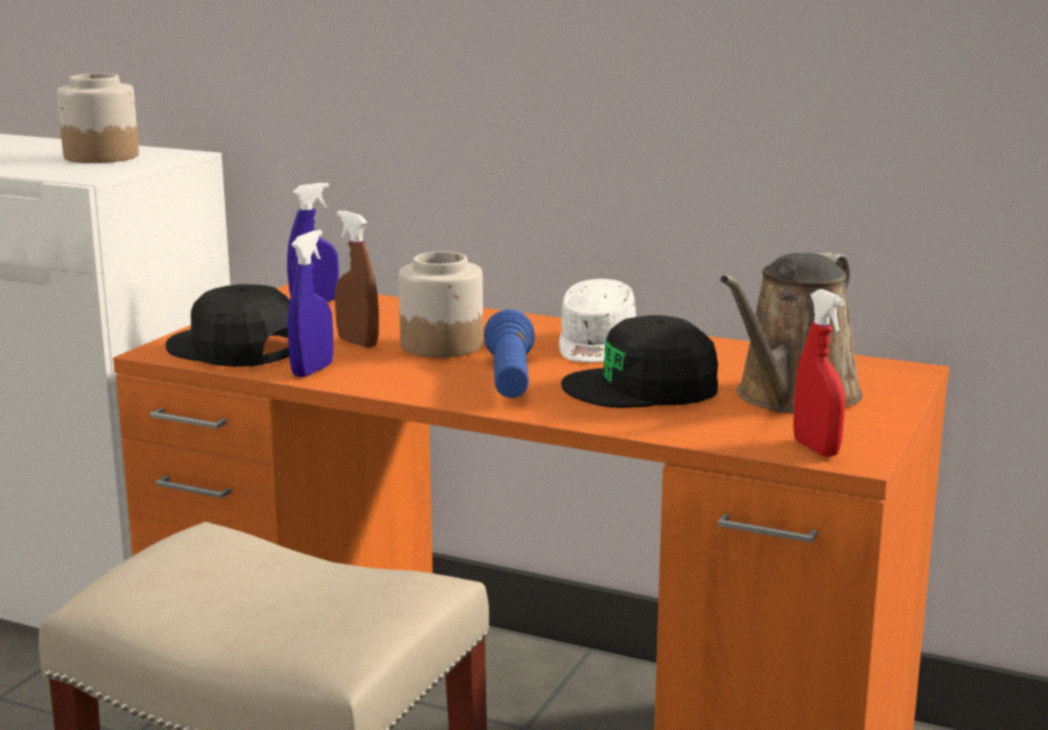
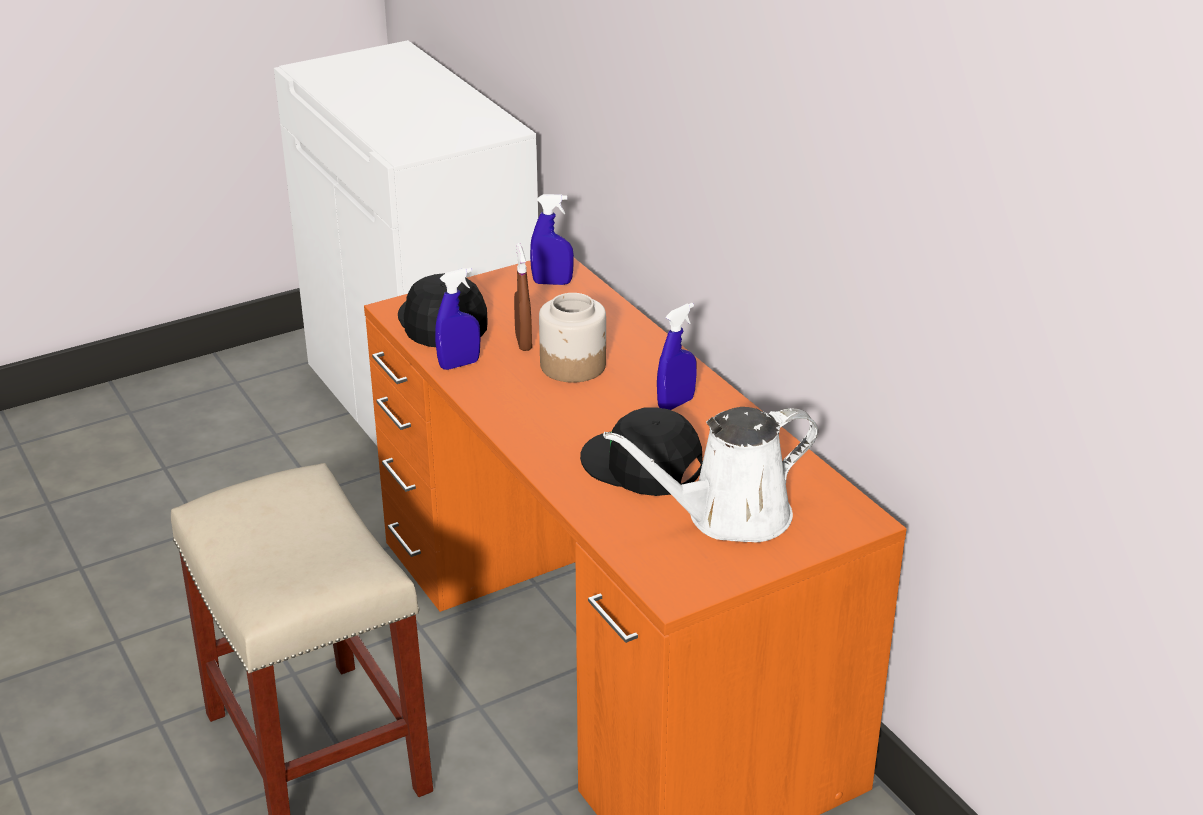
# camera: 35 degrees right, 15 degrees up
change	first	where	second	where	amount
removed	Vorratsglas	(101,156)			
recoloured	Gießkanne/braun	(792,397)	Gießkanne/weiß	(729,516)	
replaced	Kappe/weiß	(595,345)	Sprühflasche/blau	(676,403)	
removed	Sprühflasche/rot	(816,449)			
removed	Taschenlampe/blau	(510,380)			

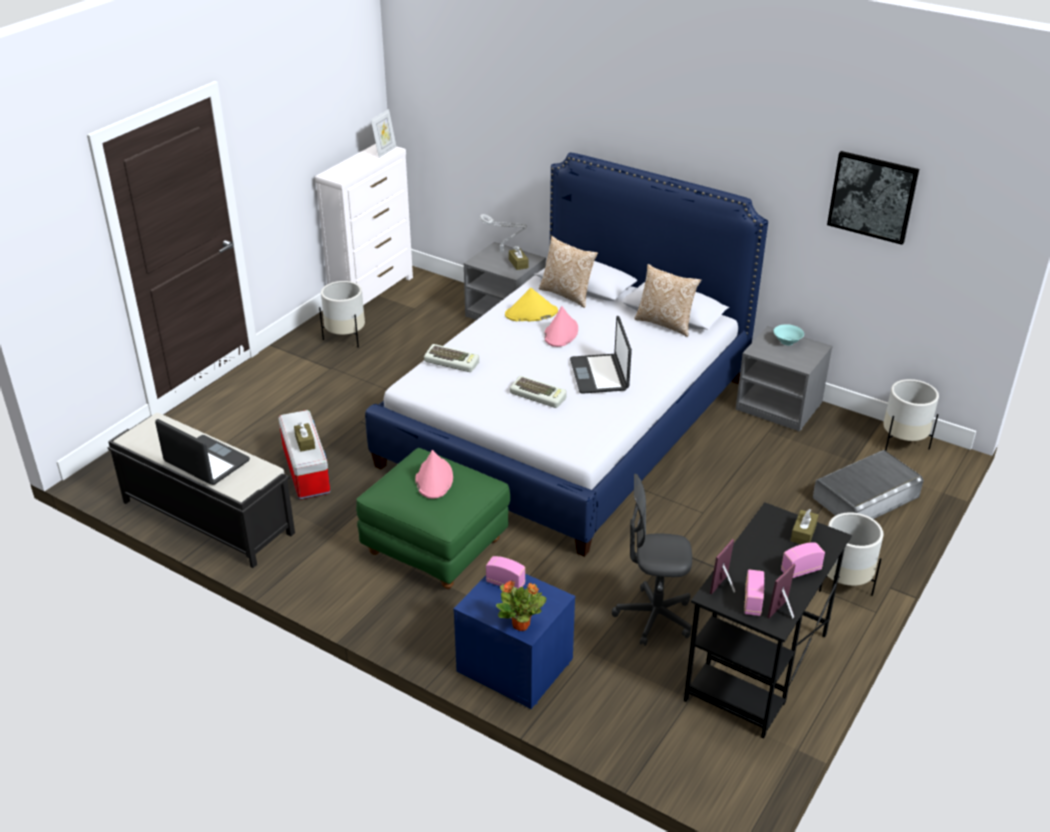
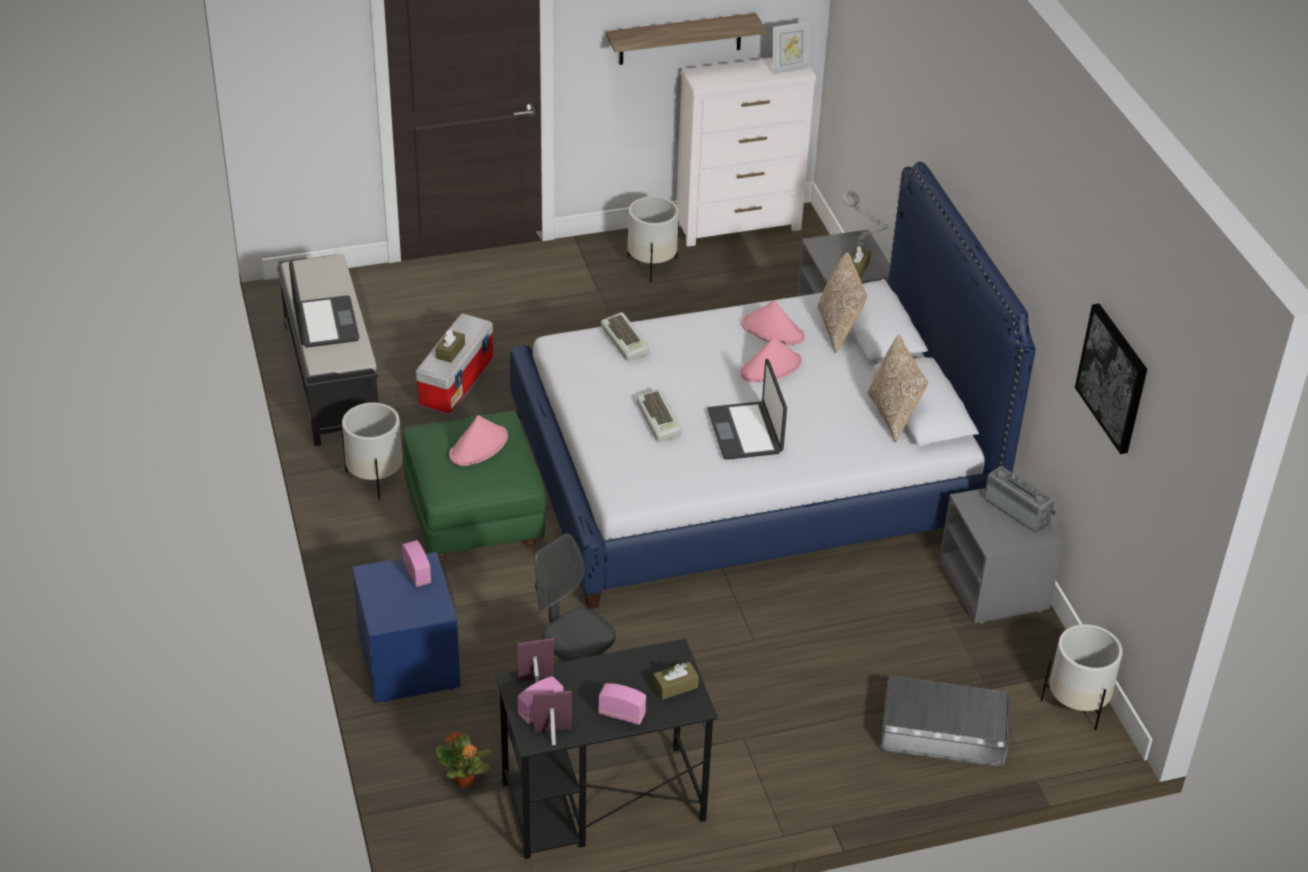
# camera: 40 degrees right, 5 degrees up
change	first	where	second	where	amount
recoloured	Hut/gelb	(531,313)	Hut/rosa	(772,330)	
turned	Laptop	(600,375)		(746,432)	45 degrees counterclockwise
replaced	Schüssel/türkis	(787,341)	Radio	(1019,510)	
moved	Pflanzkübel/weiß	(844,583)		(375,478)	
moved	Topfpflanze	(521,625)		(465,781)	
added			Wandregal	(680,39)	

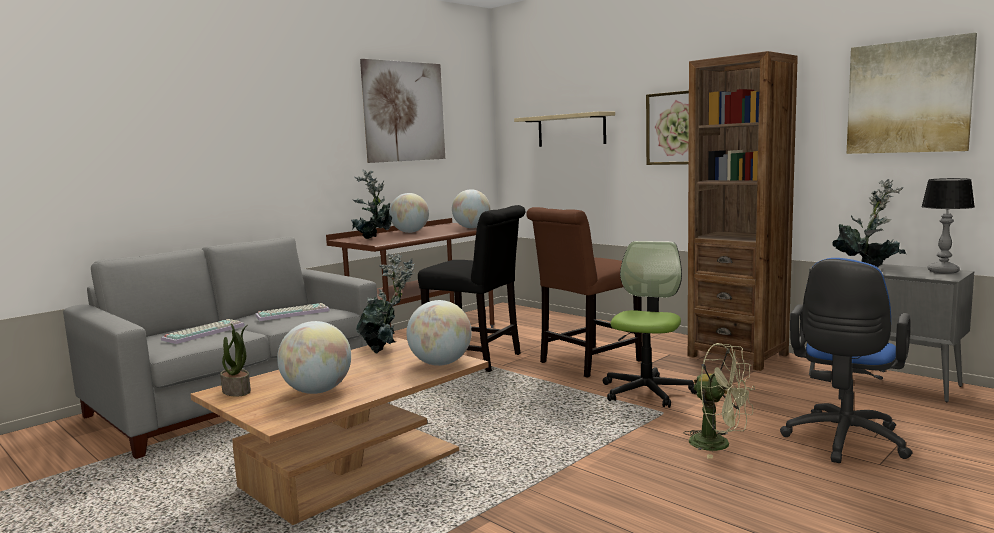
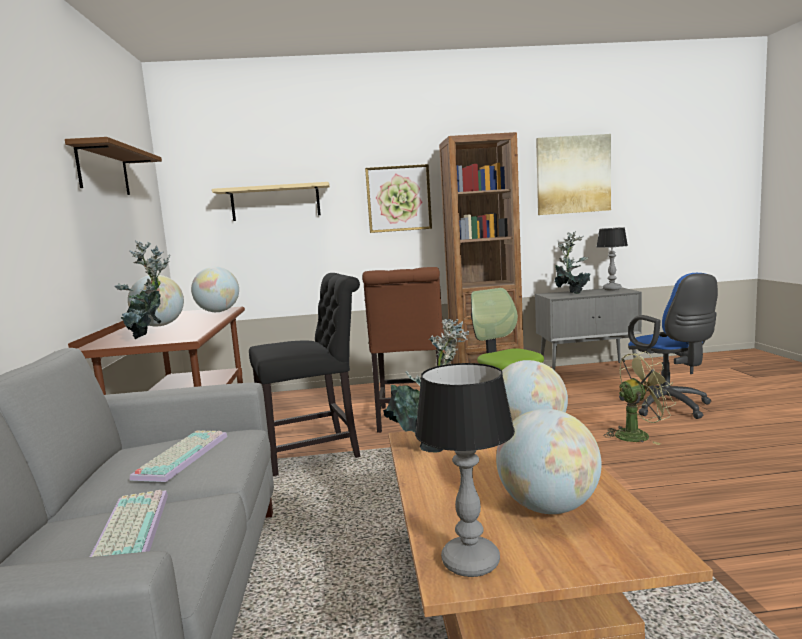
# camera: 50 degrees left, 0 degrees up
change	first	where	second	where	amount
replaced	Bild	(404,111)	Wandregal/braun	(103,171)	
replaced	Topfpflanze	(237,391)	Tischlampe	(471,561)	

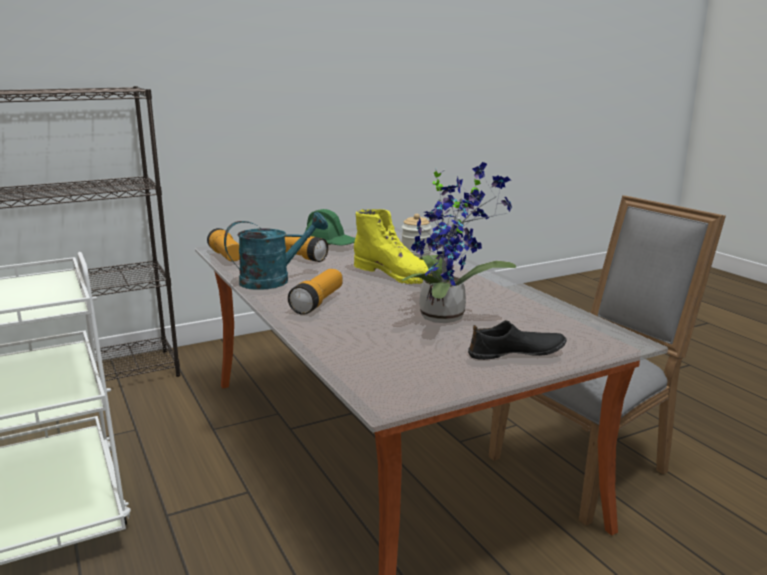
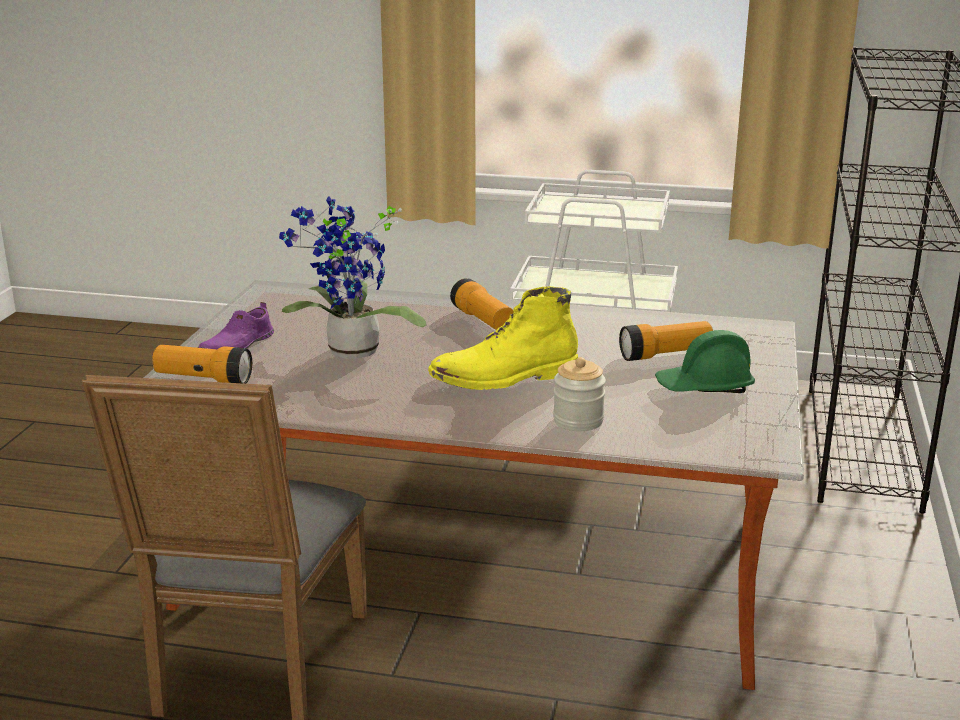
# camera: 130 degrees right, 5 degrees up
change	first	where	second	where	amount
removed	Gießkanne/türkis	(274,280)			
moved	Taschenlampe	(226,257)		(204,379)	
recoloured	Schuh/schwarz	(516,353)	Schuh/lila	(236,346)	

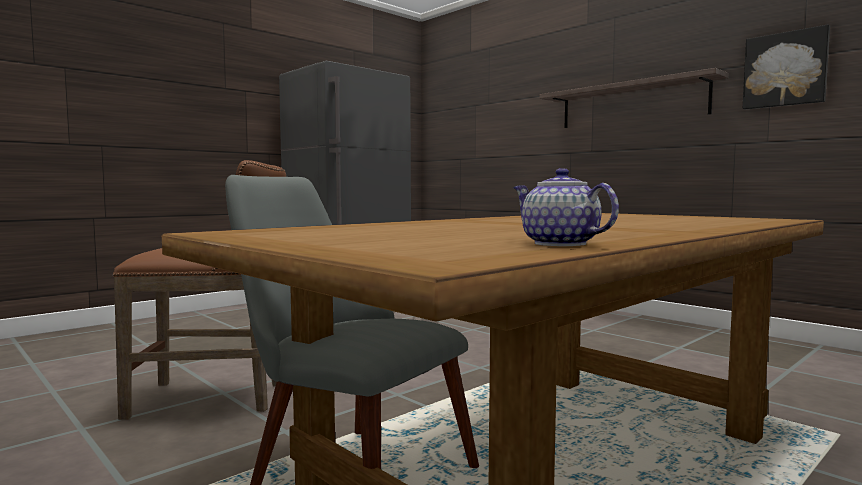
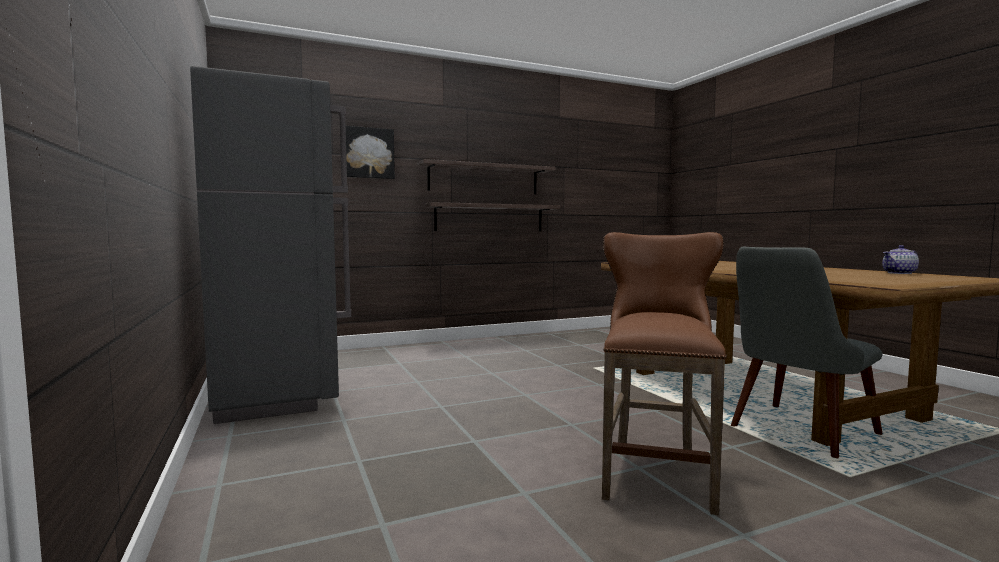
# camera: 70 degrees left, 0 degrees up
change	first	where	second	where	amount
moved	Bild	(785,69)		(368,153)	
added			Wandregal	(489,218)	

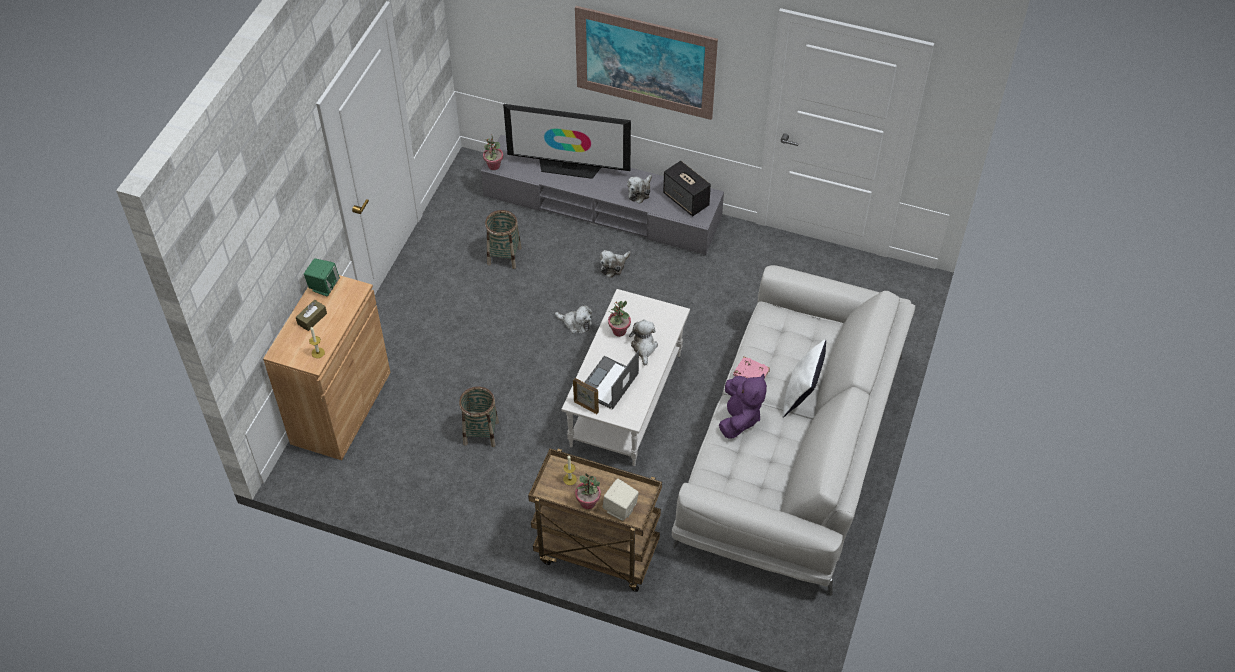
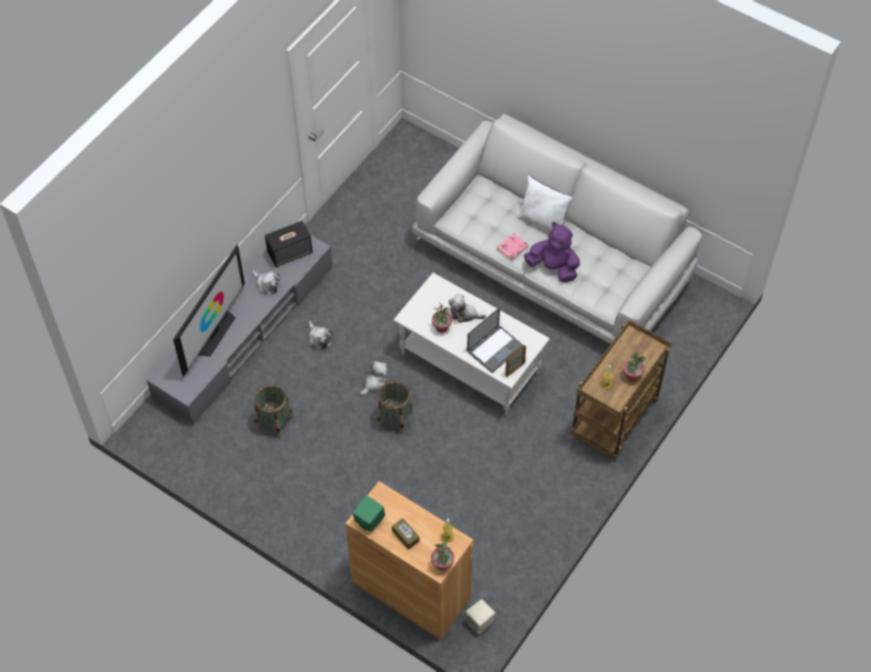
# camera: 75 degrees left, 5 degrees up
change	first	where	second	where	amount
removed	Bild	(645,62)			
moved	Topfpflanze	(494,166)		(442,564)	
turned	Laptop	(608,383)		(495,348)	90 degrees counterclockwise
moved	Korb	(481,433)		(394,419)	
moved	Lautsprecher/beige	(620,509)		(479,622)	

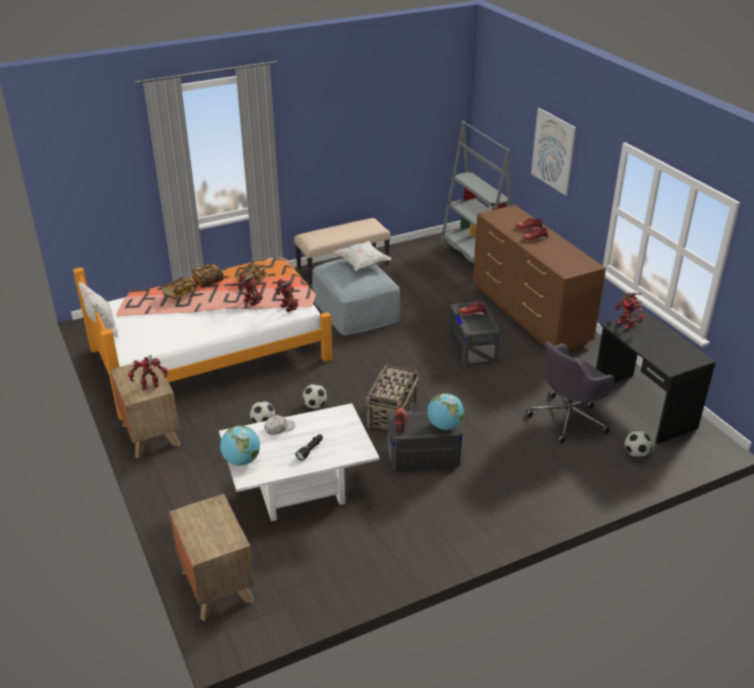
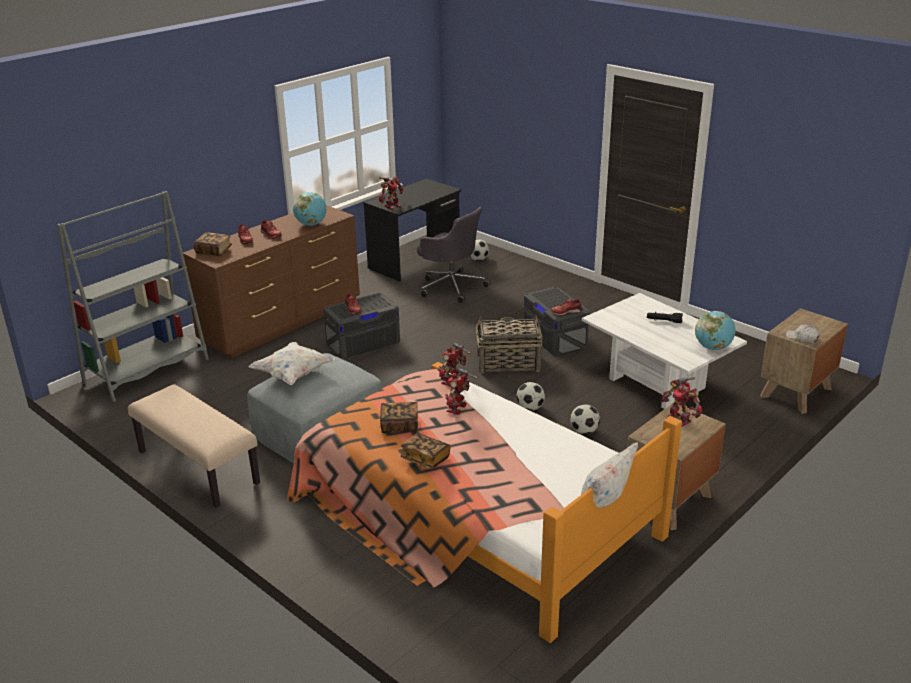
# camera: 110 degrees left, 5 degrees down
change	first	where	second	where	amount
removed	Bild	(553,151)			
moved	Buch	(179,294)		(214,251)	
moved	Globus	(444,426)		(311,224)	
moved	Kappe/weiß	(279,428)		(802,338)	

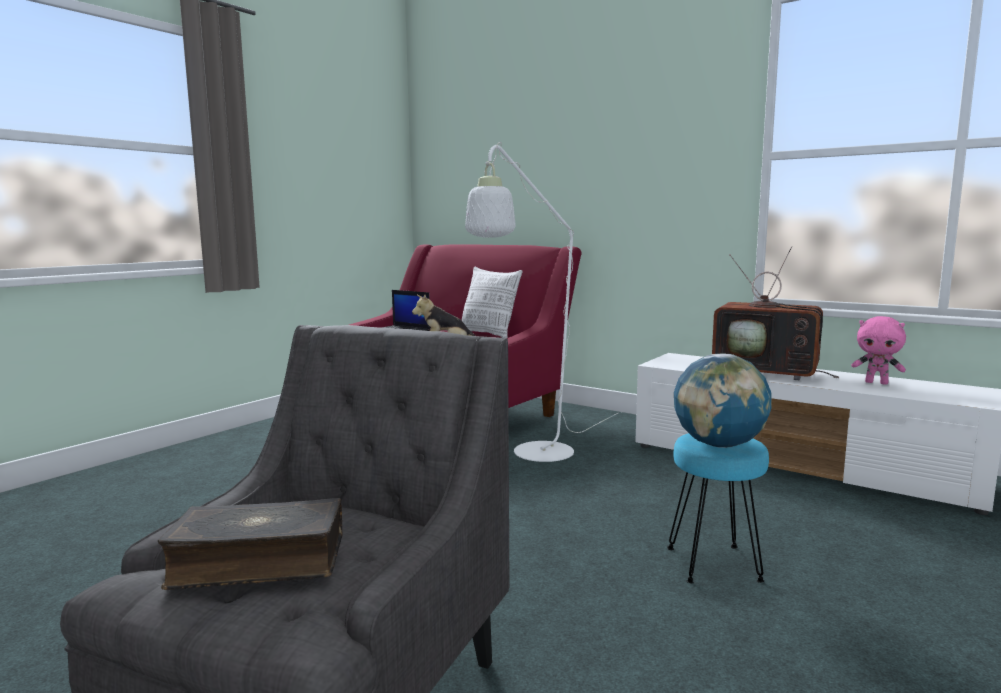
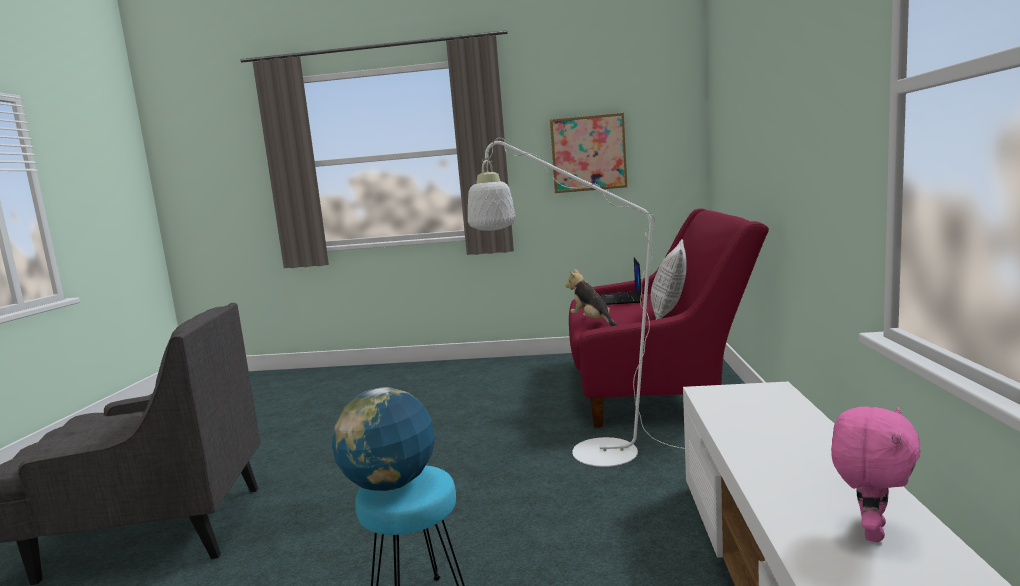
# camera: 60 degrees right, 0 degrees up
change	first	where	second	where	amount
removed	Fernseher	(768,372)			
turned	Plüschtier/rosa	(877,383)		(870,531)	150 degrees counterclockwise
removed	Buch	(258,561)			
added			Bild	(588,153)	

